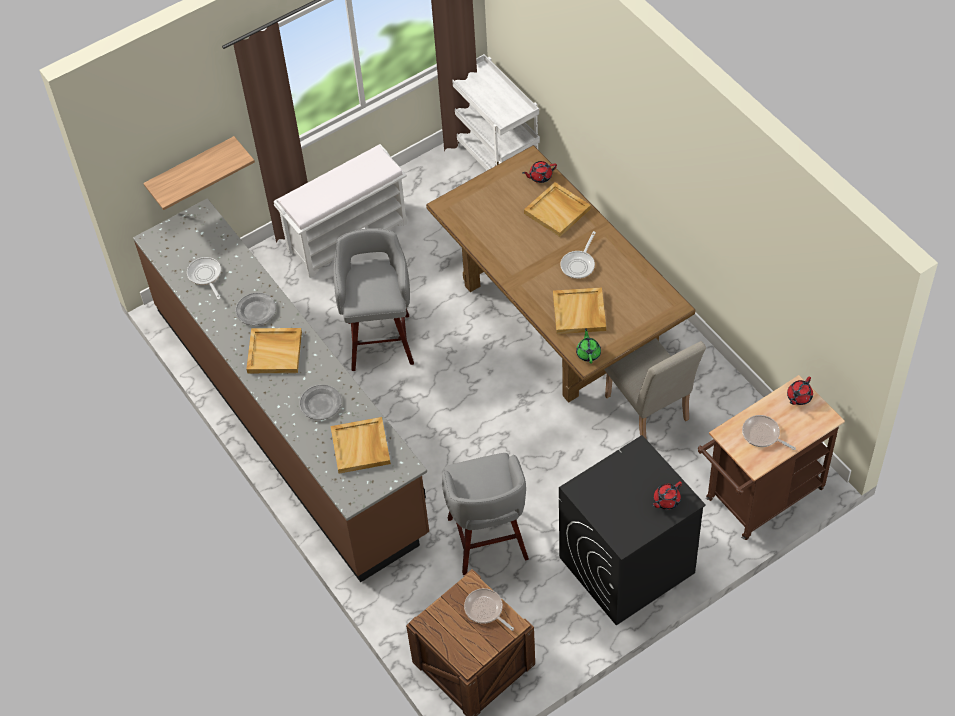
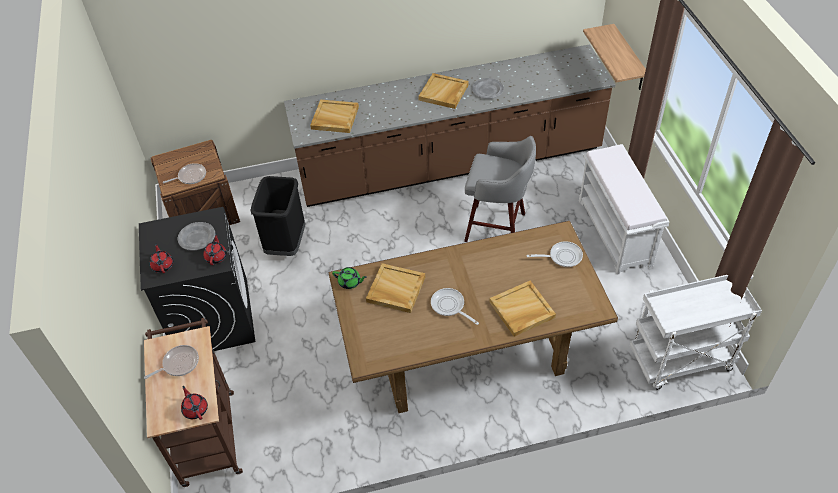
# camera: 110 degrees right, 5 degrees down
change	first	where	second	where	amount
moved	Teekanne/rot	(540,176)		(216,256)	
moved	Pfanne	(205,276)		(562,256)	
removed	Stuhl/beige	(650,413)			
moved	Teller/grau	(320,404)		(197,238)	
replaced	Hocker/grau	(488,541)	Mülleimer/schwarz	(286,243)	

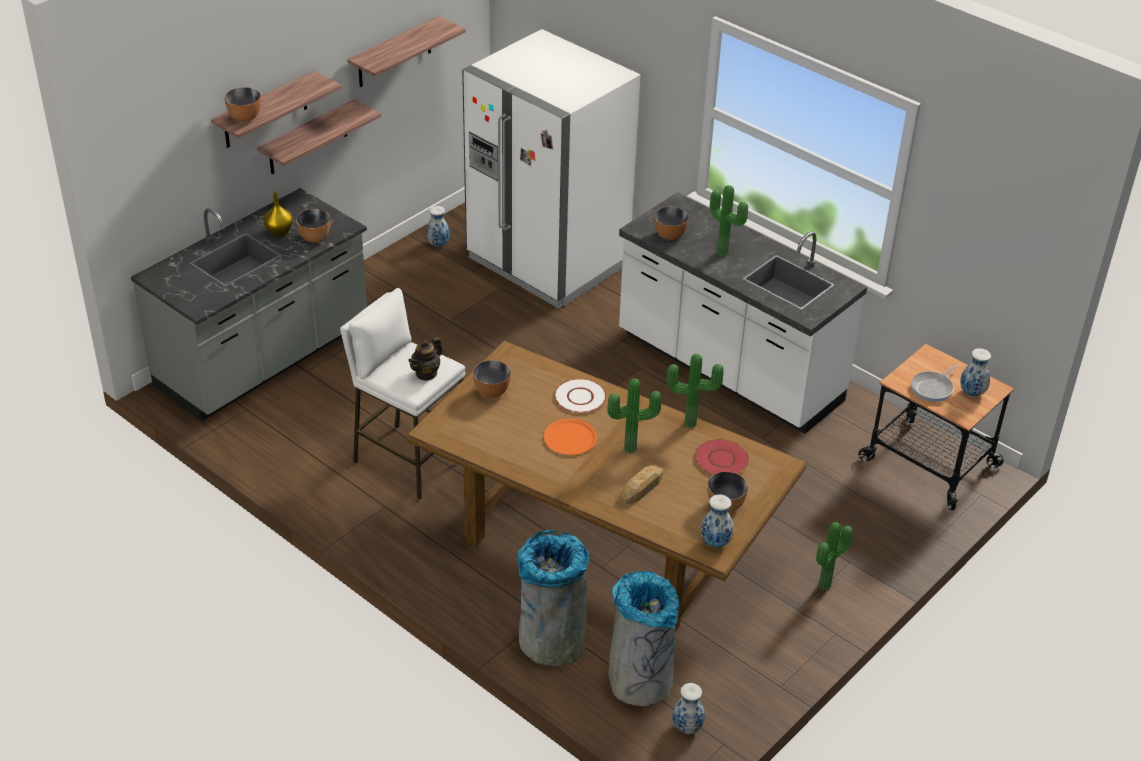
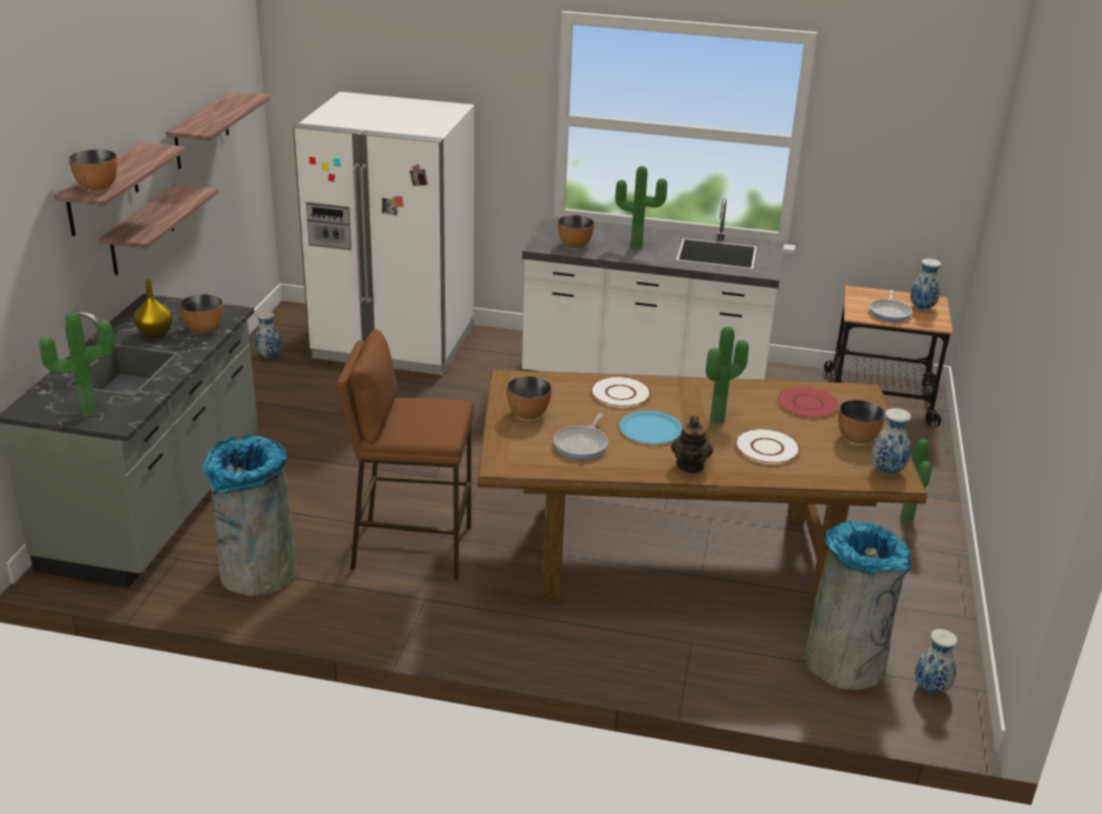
# camera: 30 degrees left, 10 degrees down
change	first	where	second	where	amount
recoloured	Hocker/weiß	(408,461)	Hocker/braun	(411,548)	
moved	Teekanne	(426,373)		(690,465)	
moved	Topfpflanze	(690,422)		(89,411)	
recoloured	Teller/orange	(570,438)	Teller/blau	(650,429)	
replaced	Brot	(642,487)	Teller/weiß	(766,448)	
moved	Mülleimer/grau	(551,641)		(257,574)	
added			Pfanne	(582,444)	

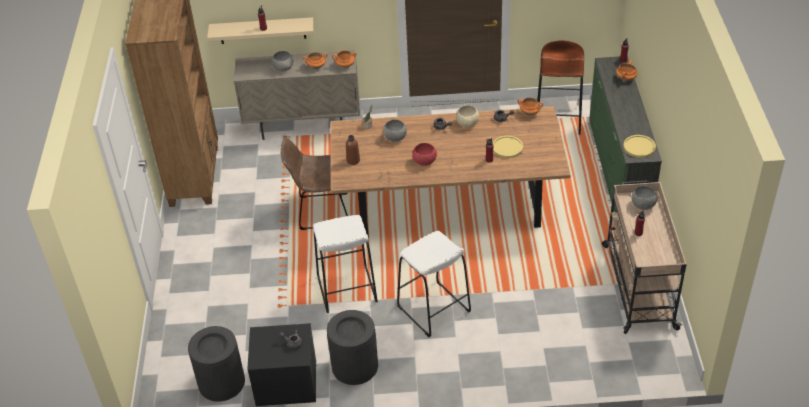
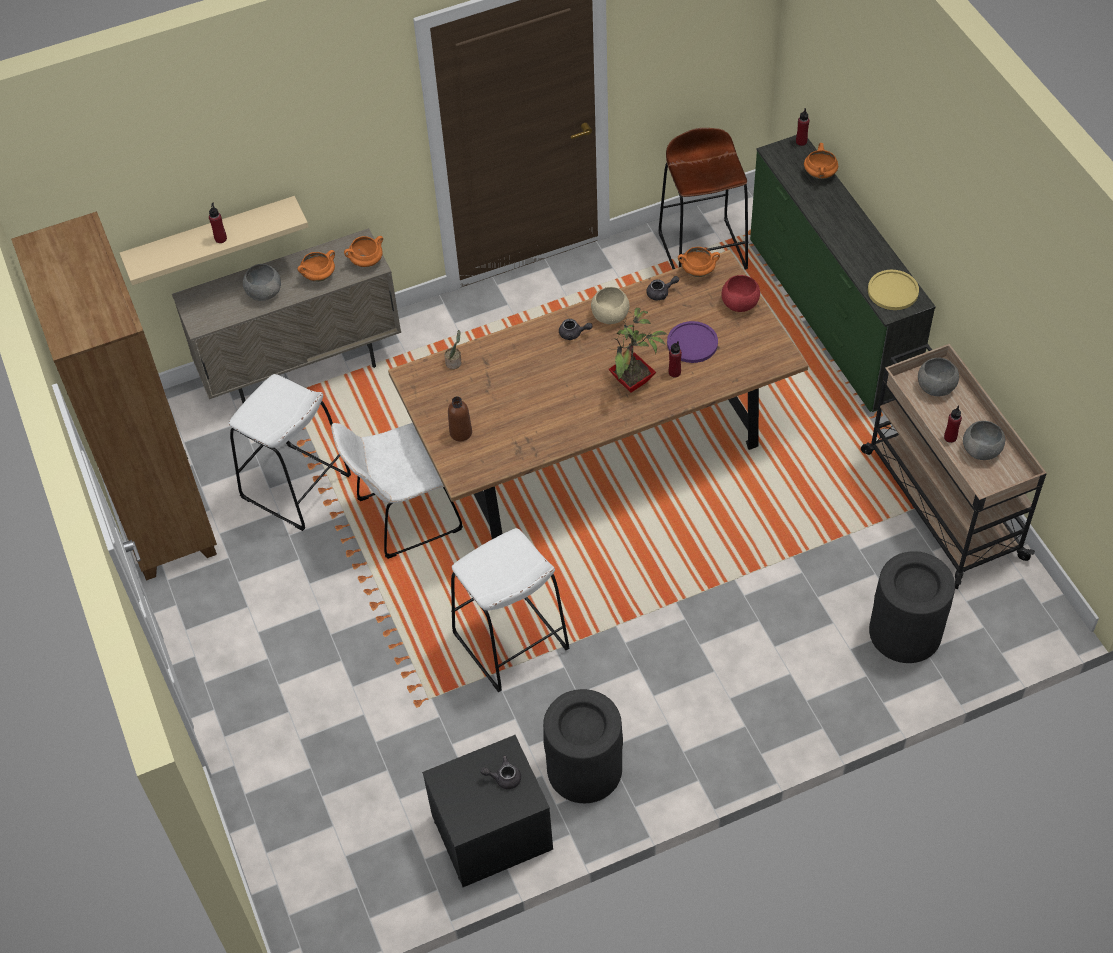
# camera: 20 degrees left, 10 degrees up
change	first	where	second	where	amount
moved	Schüssel/grau	(395,137)		(980,450)	
recoloured	Teller/gelb	(507,147)	Teller/lila	(692,343)	
recoloured	Stuhl/braun	(320,211)	Stuhl/weiß	(404,517)	
moved	Schüssel/rot	(424,161)		(739,303)	
moved	Hocker/weiß	(433,309)		(296,487)	
moved	Mülleimer/schwarz	(221,382)		(905,632)	
added			Topfpflanze	(633,383)	

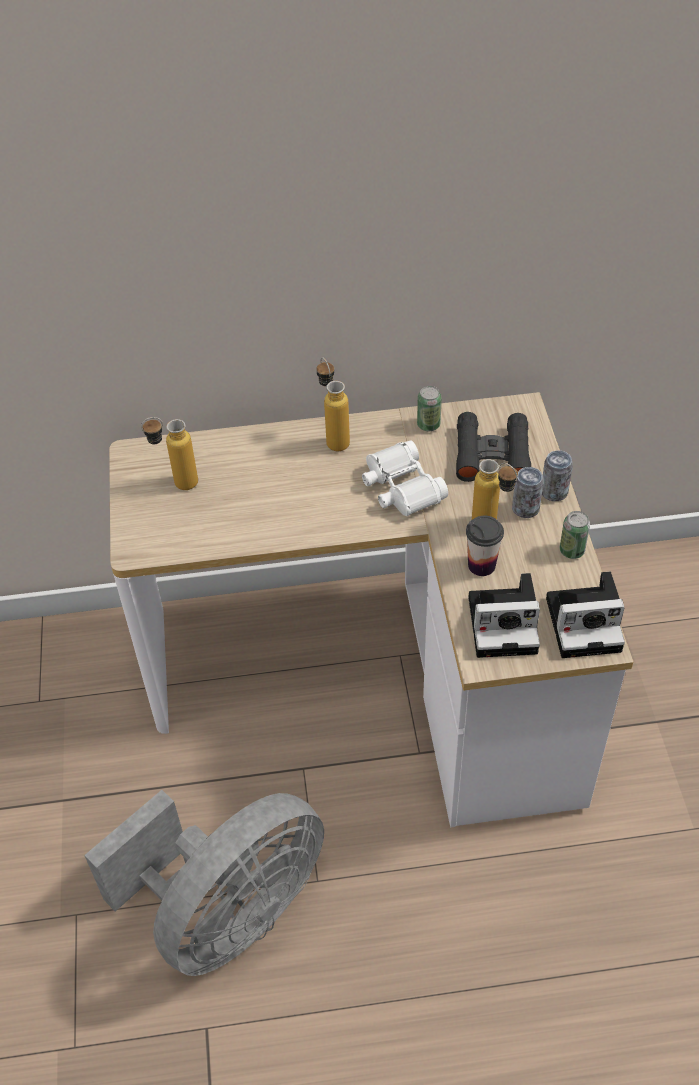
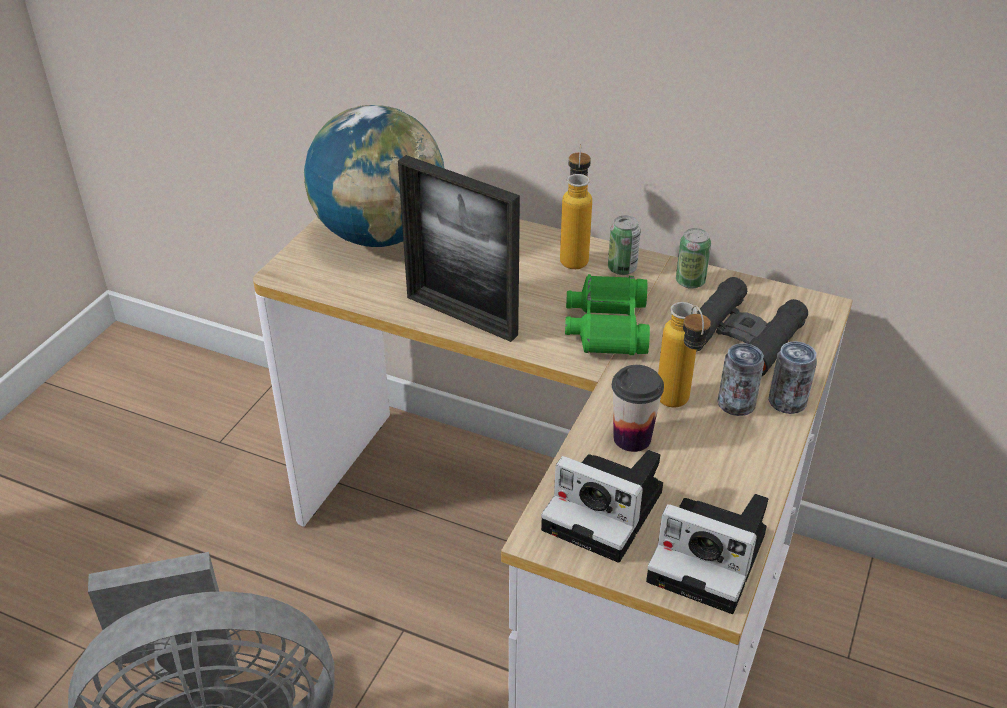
# camera: 30 degrees right, 10 degrees down
change	first	where	second	where	amount
replaced	Flasche	(176,485)	Globus	(380,236)	
recoloured	Fernglas/weiß	(401,487)	Fernglas/grün	(606,326)	
moved	Dose	(571,550)		(622,268)	
added			Bilderrahmen	(461,316)	

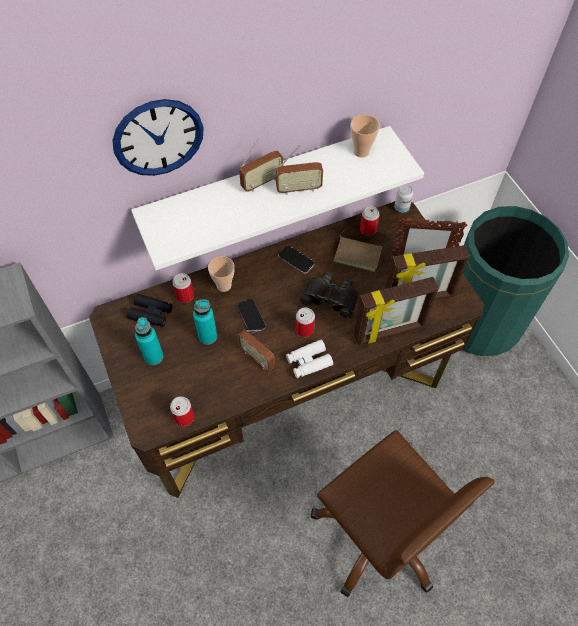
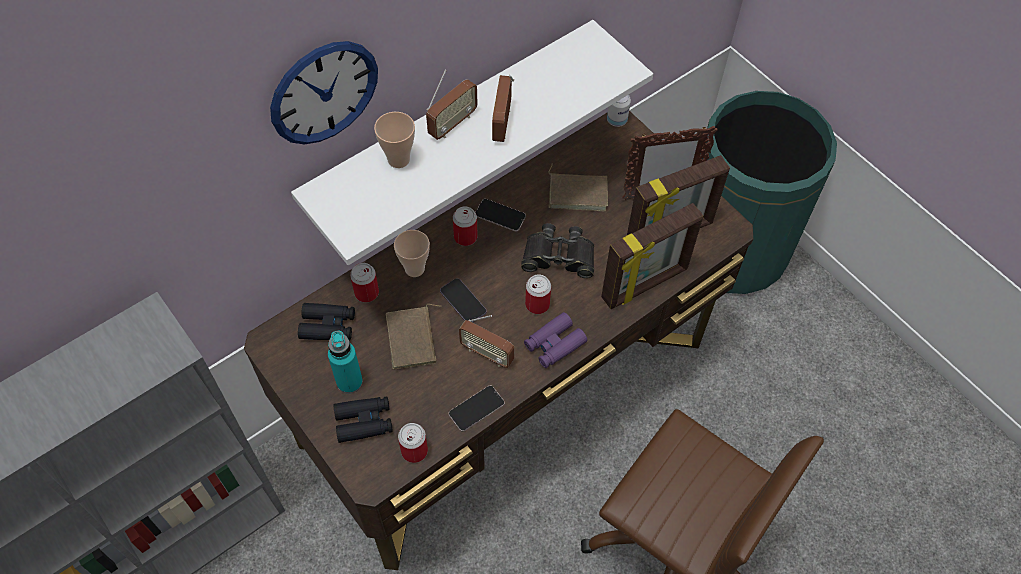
# camera: 15 degrees left, 0 degrees up
change	first	where	second	where	amount
moved	Tasse	(361,151)		(398,159)	
turned	Radio	(298,189)		(502,123)	120 degrees clockwise
moved	Dose	(368,229)		(465,237)	
replaced	Flasche/türkis	(208,336)	Buch/braun	(413,340)	
recoloured	Fernglas/weiß	(309,362)	Fernglas/lila	(554,344)	
added			Handy	(476,408)	
added			Fernglas/schwarz	(364,422)	

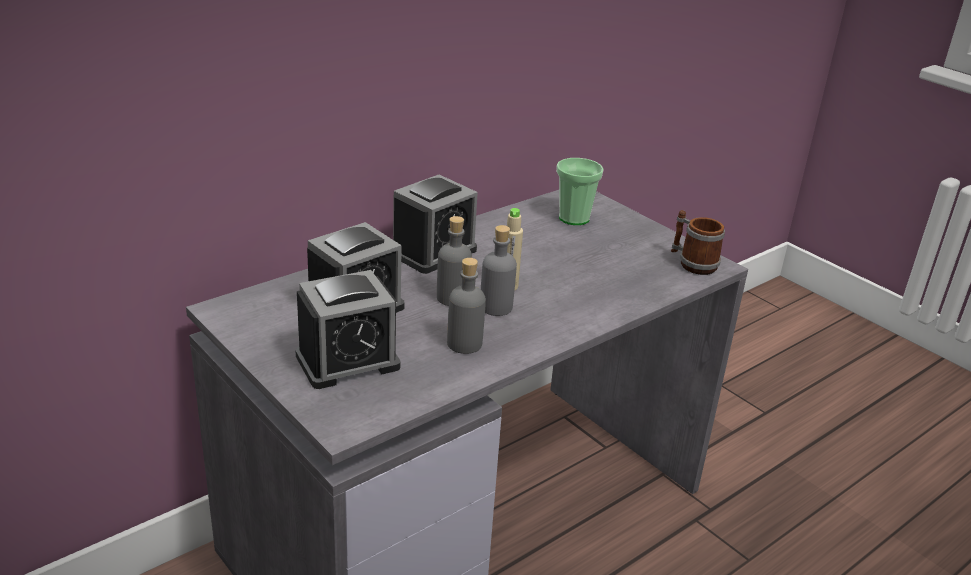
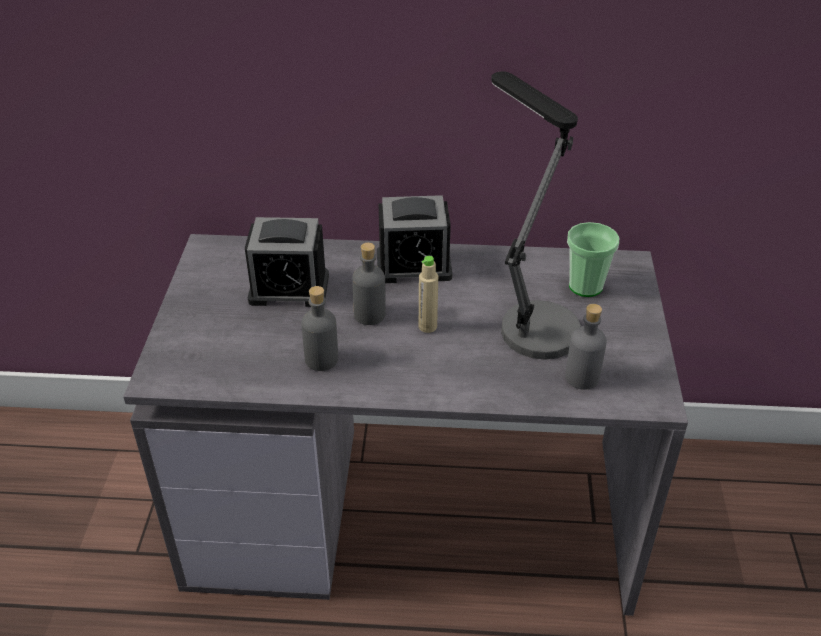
# camera: 45 degrees right, 10 degrees up
change	first	where	second	where	amount
removed	Henkelbecher	(692,263)			
moved	Flasche/grau	(496,307)		(582,377)	
removed	Wecker	(348,361)			
added			Tischlampe	(529,317)	

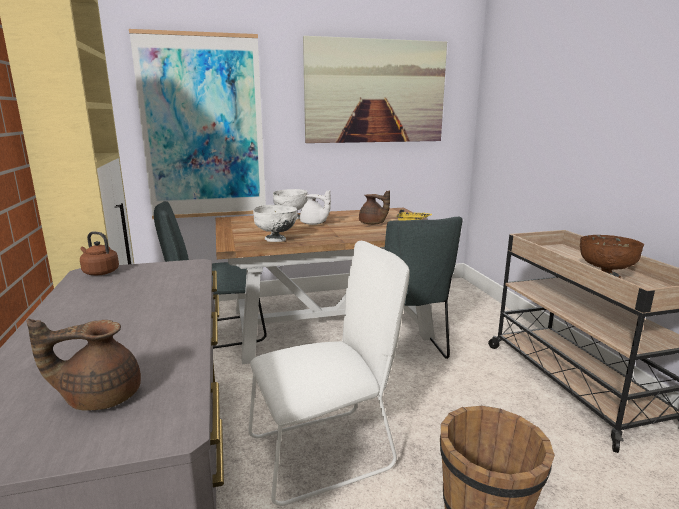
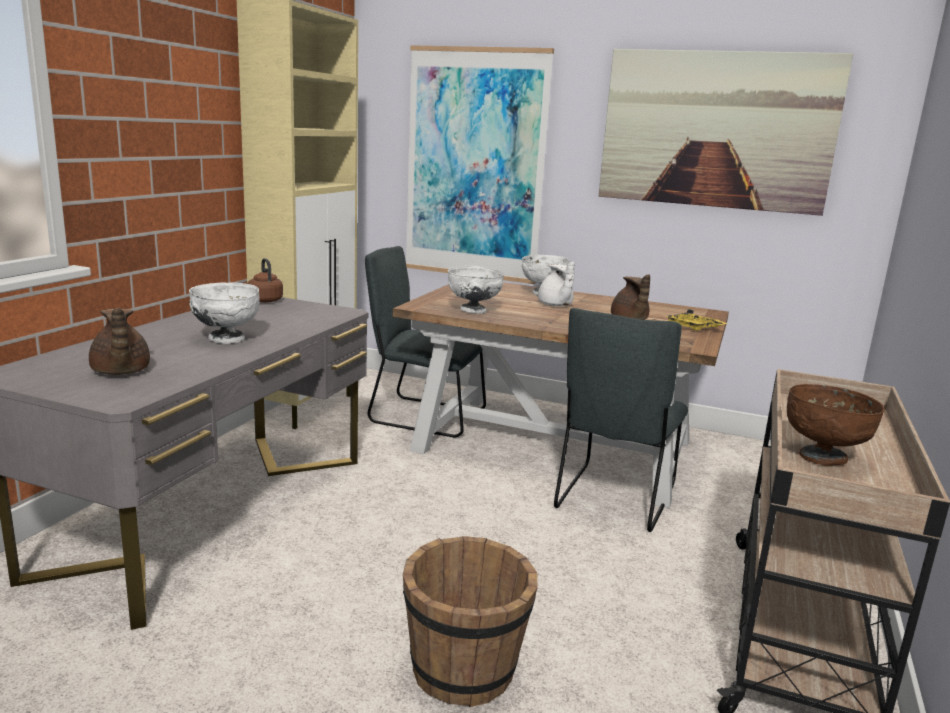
# camera: 35 degrees right, 0 degrees up
change	first	where	second	where	amount
removed	Stuhl/weiß	(327,451)			
turned	Teekanne/braun	(100,396)		(120,372)	135 degrees counterclockwise
added			Schüssel/weiß	(226,339)	

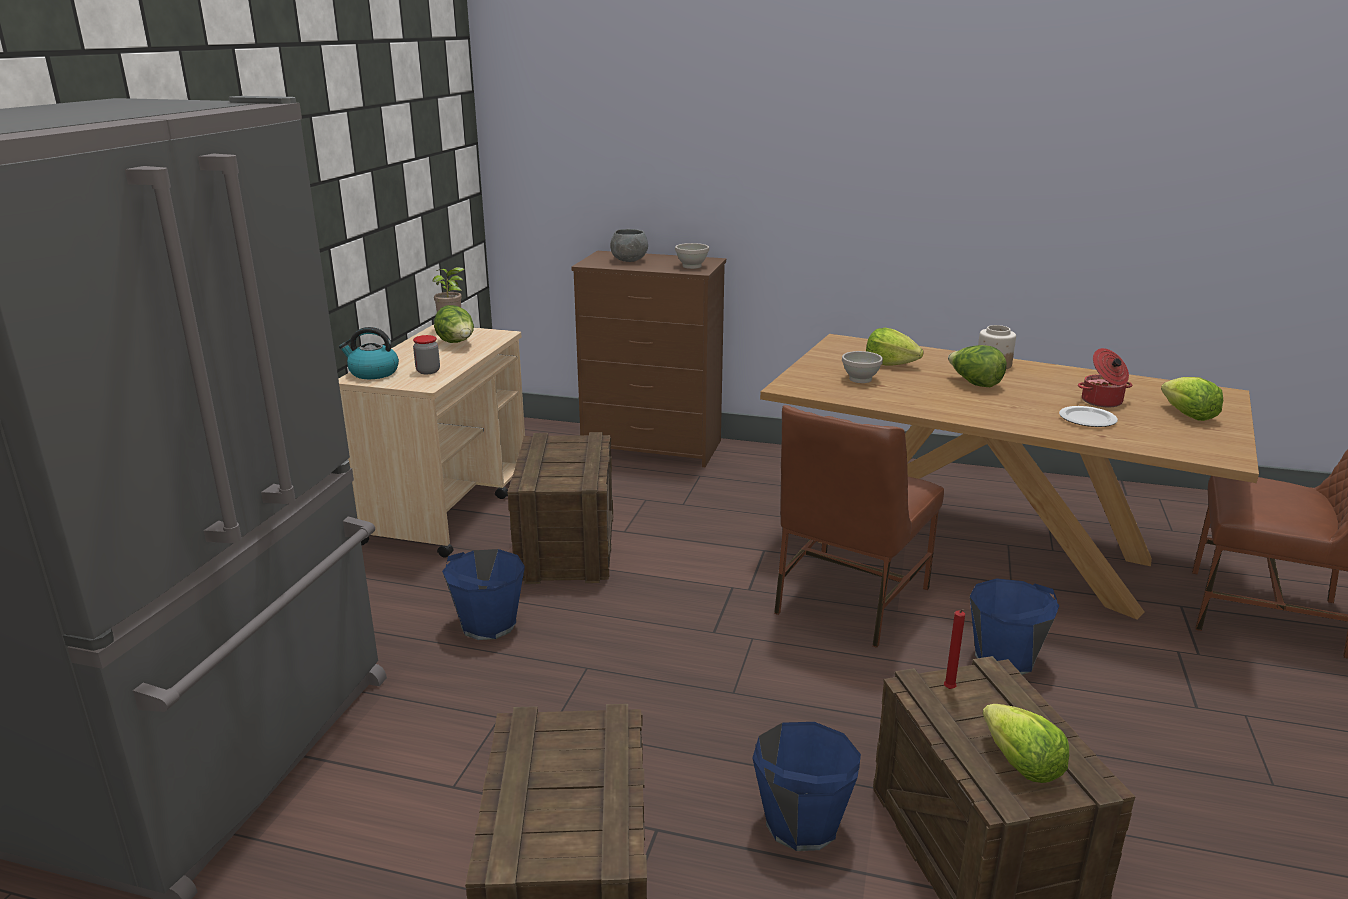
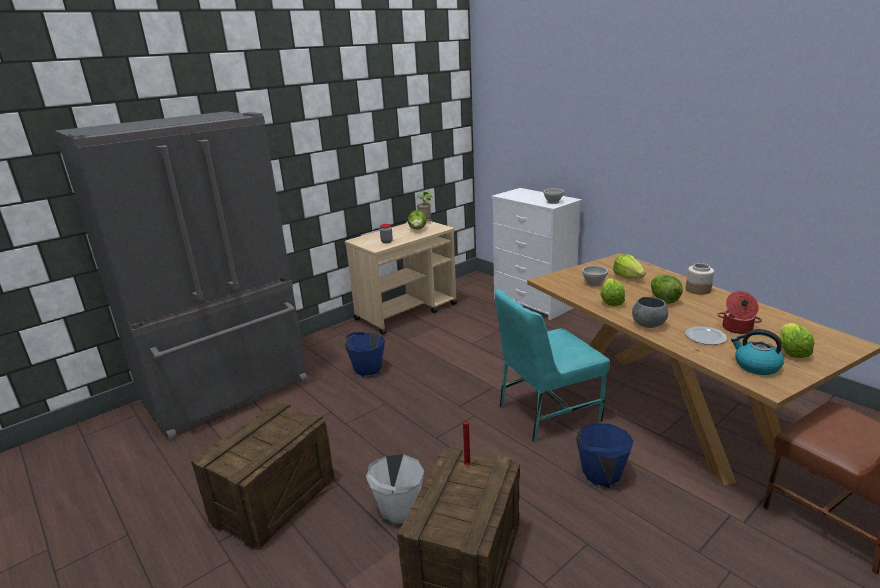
# camera: 35 degrees right, 0 degrees up
change	first	where	second	where	amount
moved	Schüssel/grau	(629,260)		(648,325)	
recoloured	Kommode/braun	(653,447)	Kommode/weiß	(533,303)	
moved	Wasserkessel	(373,373)		(756,366)	
recoloured	Stuhl/braun	(848,600)	Stuhl/türkis	(546,413)	
removed	Kiste	(566,547)			
moved	Salatkopf	(1020,764)		(611,302)	
recoloured	Eimer/blau	(801,824)	Eimer/weiß	(398,509)	

